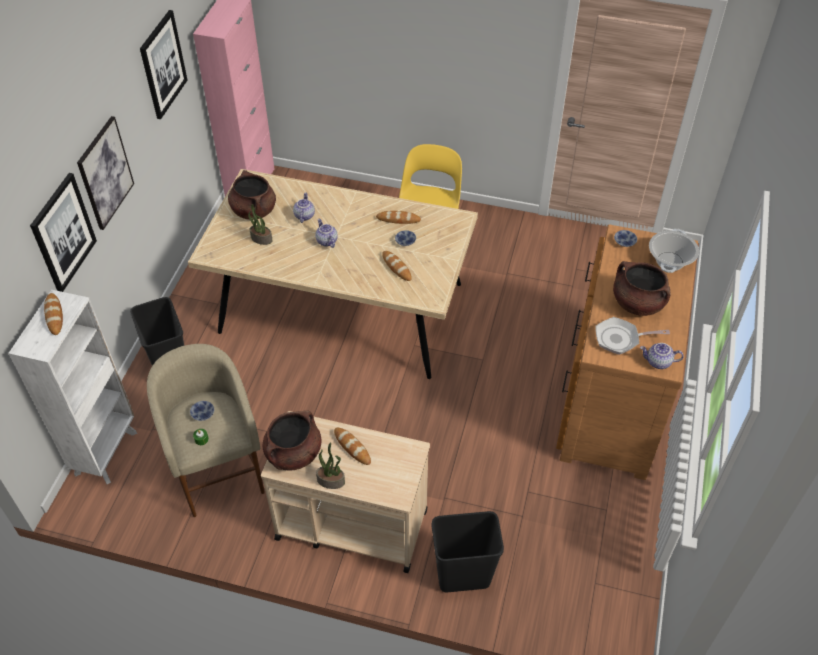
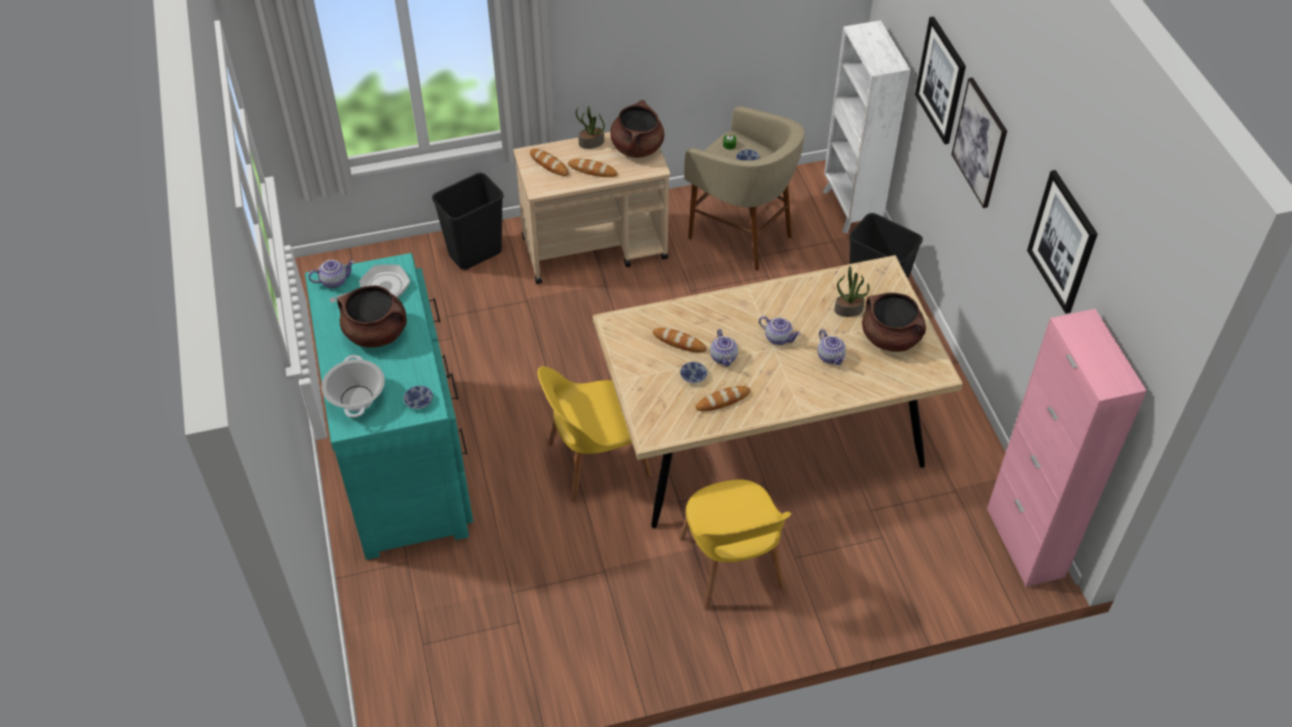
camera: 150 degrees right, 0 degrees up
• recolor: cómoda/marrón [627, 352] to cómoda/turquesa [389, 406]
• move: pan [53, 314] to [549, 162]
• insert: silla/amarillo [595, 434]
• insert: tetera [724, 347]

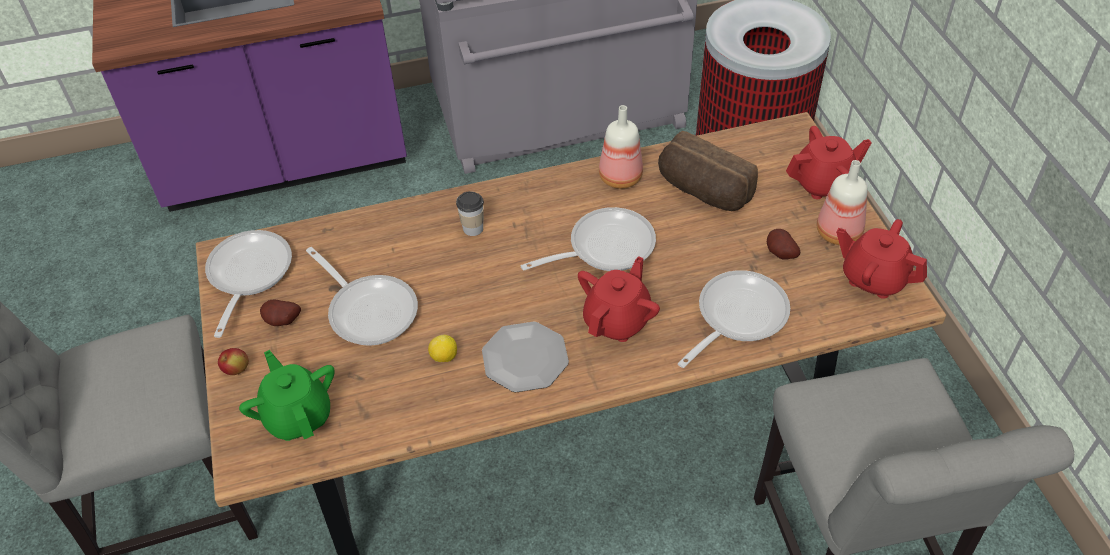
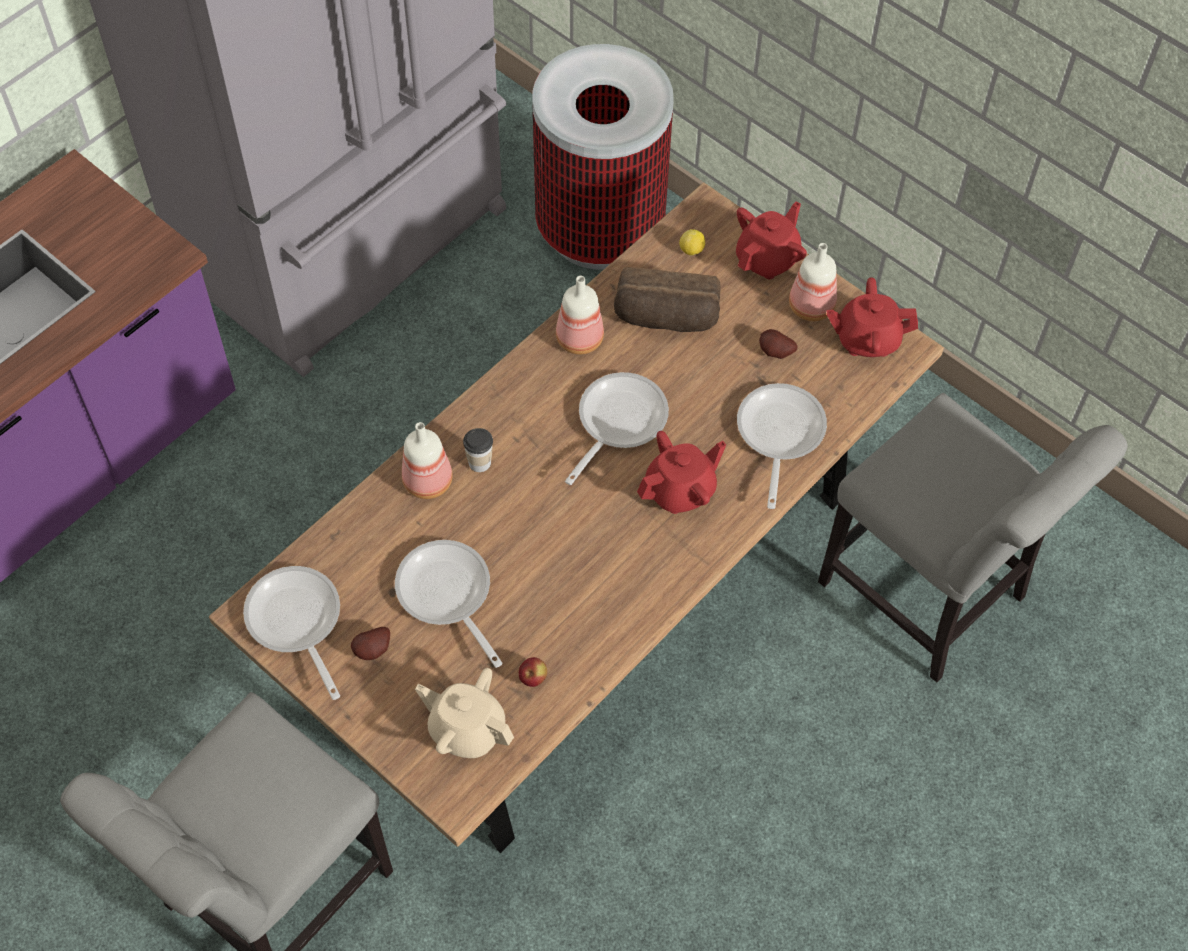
camera: 35 degrees left, 10 degrees up
• rotate: sartén [362, 296] = [449, 604] 135 degrees counterclockwise
• insert: botella [427, 460]
• recolor: tetera/verde [287, 395] to tetera/beis [464, 713]
• move: manzana [233, 361] to [533, 672]
• rotate: tetera/rojo [619, 299] = [681, 472] 60 degrees clockwise
• move: limón [442, 348] to [692, 242]
• delete: plato [525, 357]

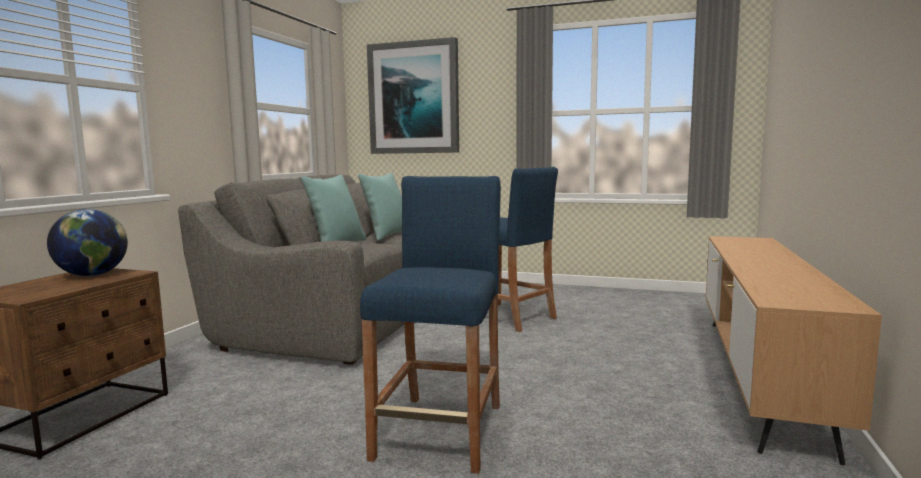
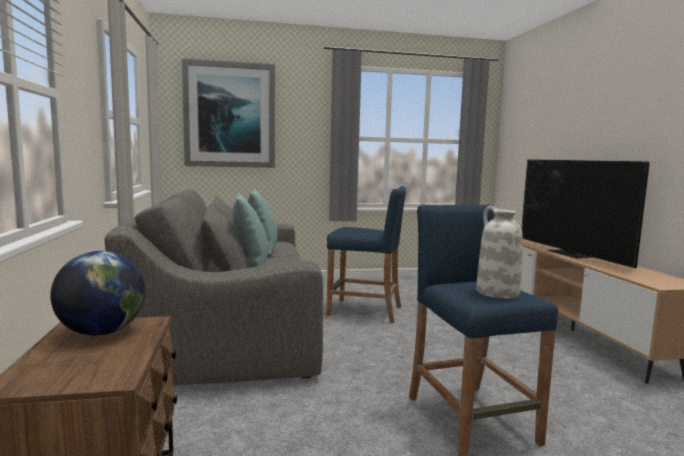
camera: 30 degrees left, 0 degrees up
• insert: florero/blanco [499, 252]
• insert: televisor [585, 213]

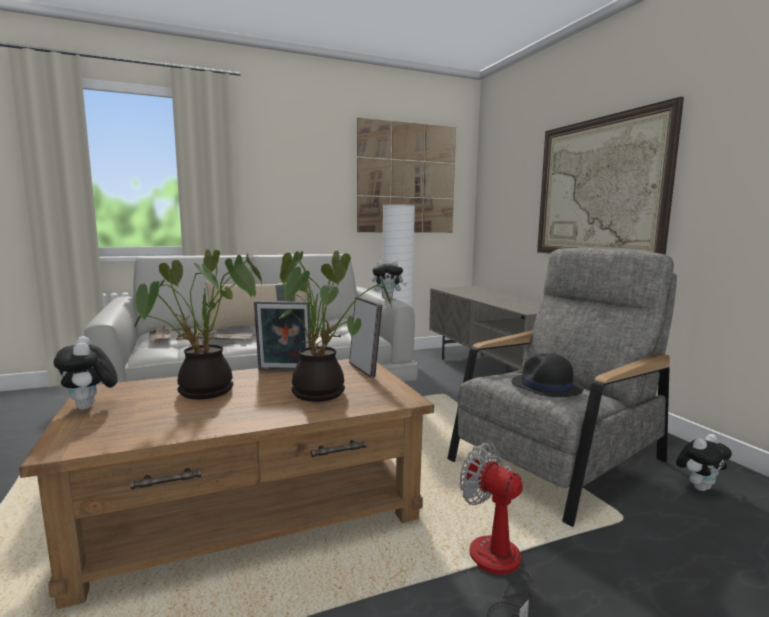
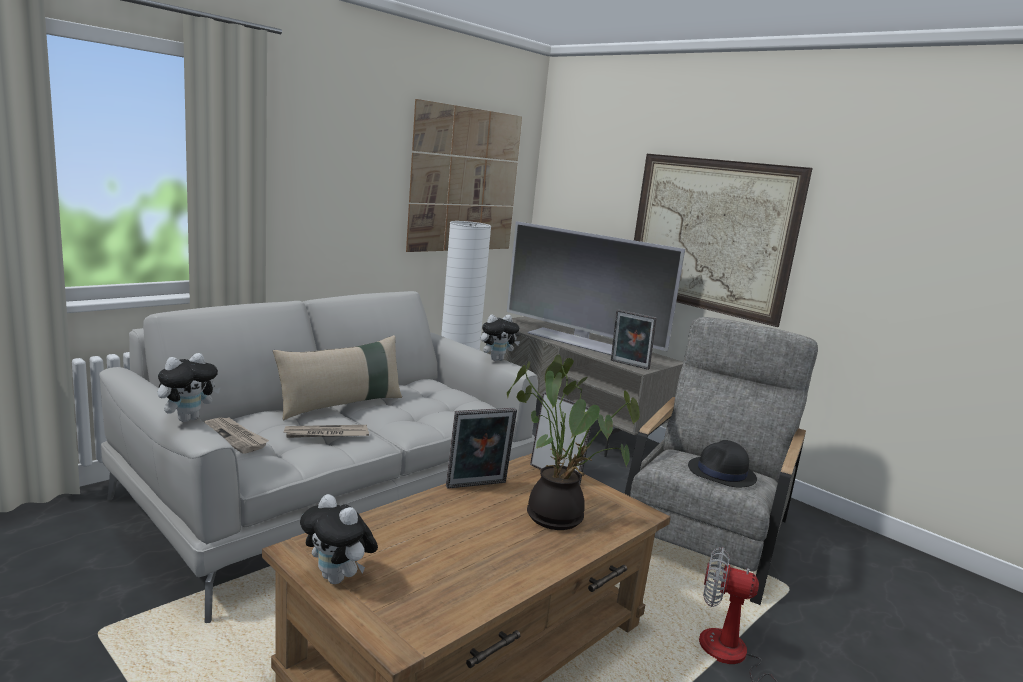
camera: 25 degrees left, 5 degrees up
• move: peluche [704, 462] to [189, 387]
• insert: televisor [596, 288]
• insert: portarretratos [634, 339]
• delete: planta en maceta [198, 324]

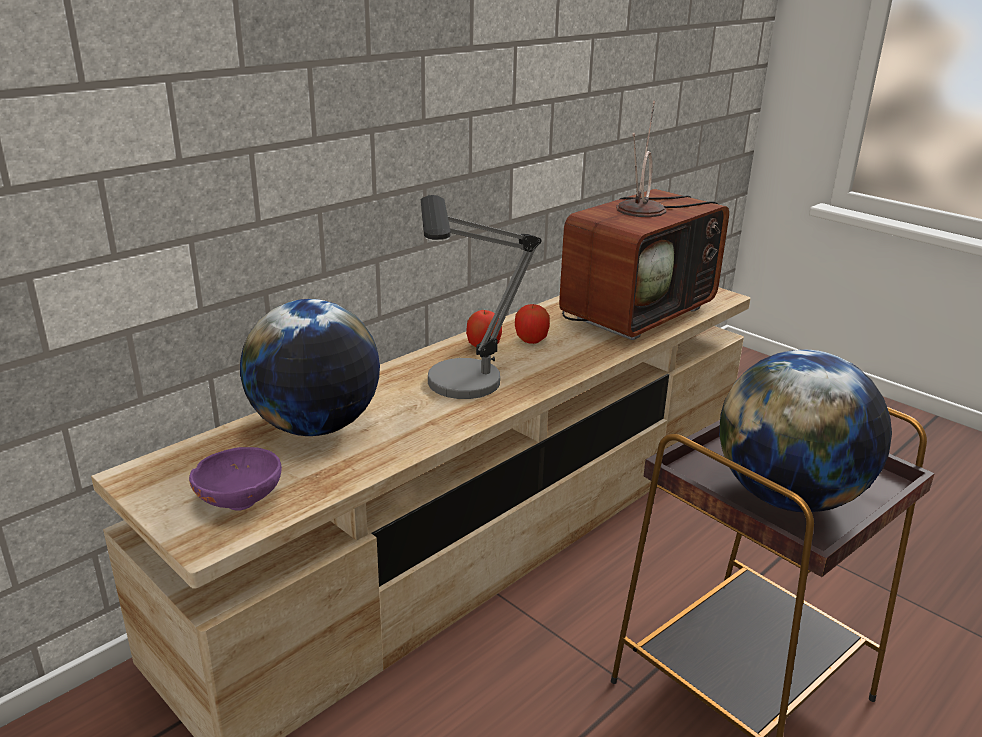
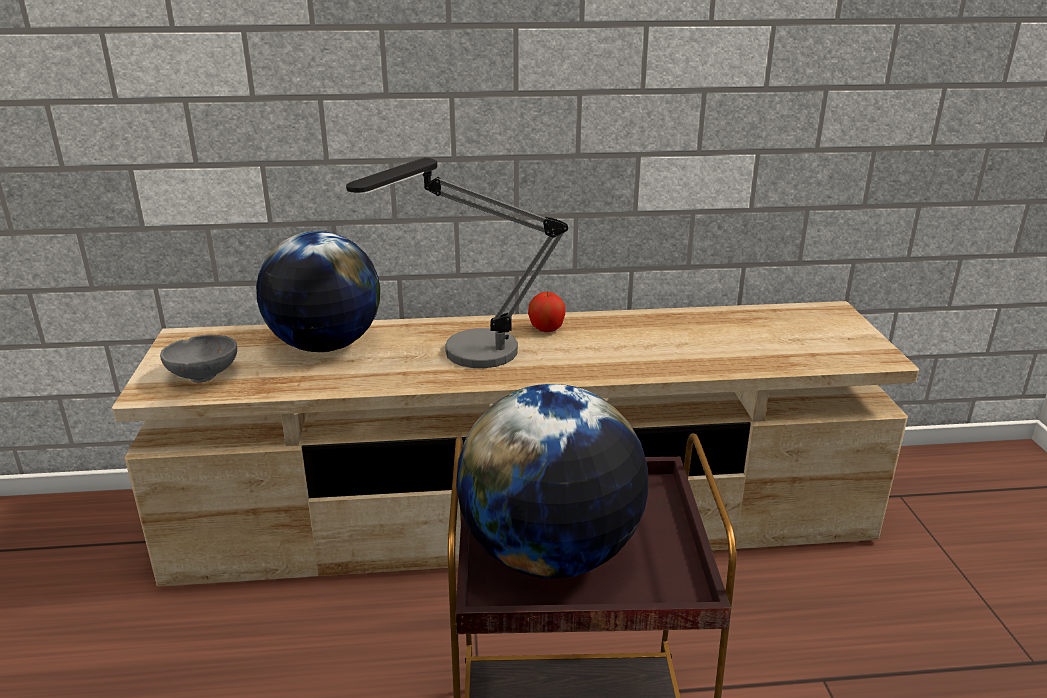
camera: 40 degrees right, 0 degrees up
• recolor: cuenco/morado [235, 479] to cuenco/gris [198, 359]
• delete: manzana [532, 324]
• delete: televisor [644, 220]

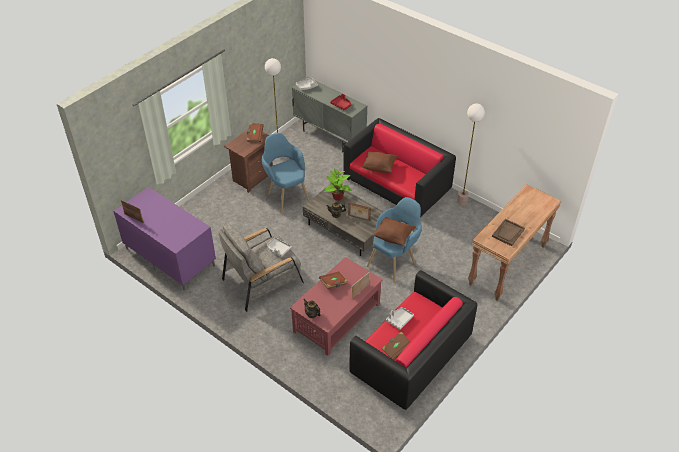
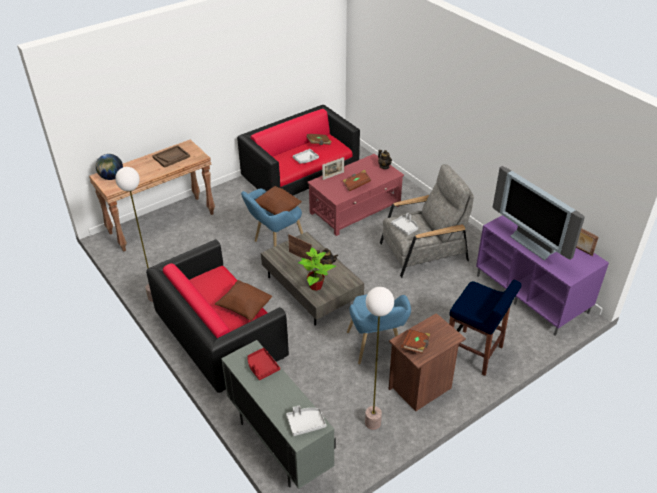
camera: 165 degrees left, 5 degrees down
• insert: globo terráqueo [109, 167]
• insert: taburete/azul [485, 328]
• insert: televisor [539, 213]

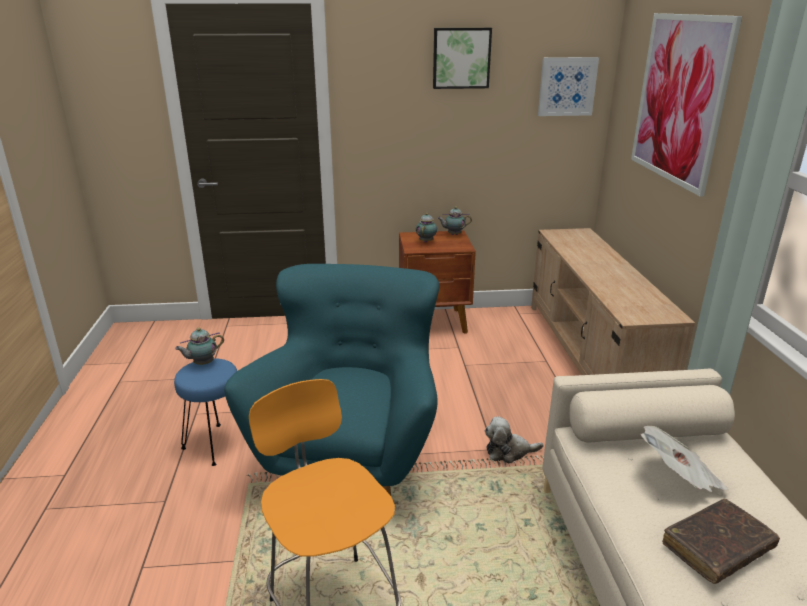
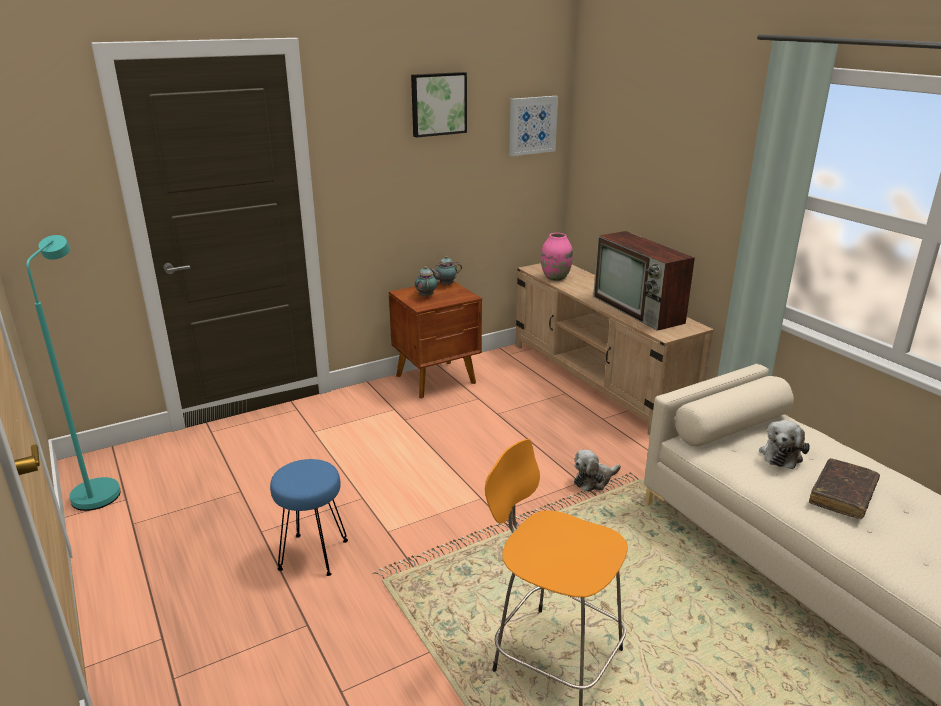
camera: 25 degrees left, 0 degrees up
• insert: lámpara de pie/turquesa [73, 373]
• insert: florero/rosa [557, 257]
• insert: televisor [644, 281]
• replace: periódico [684, 459] to peluche [784, 444]
• delete: tetera [199, 346]
• delete: sillón/turquesa [331, 380]
• delete: cuadro [686, 105]

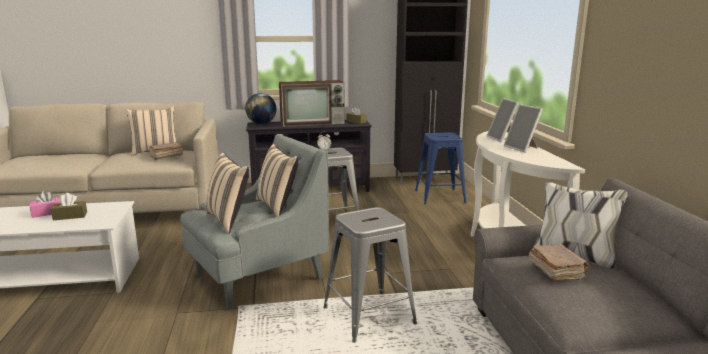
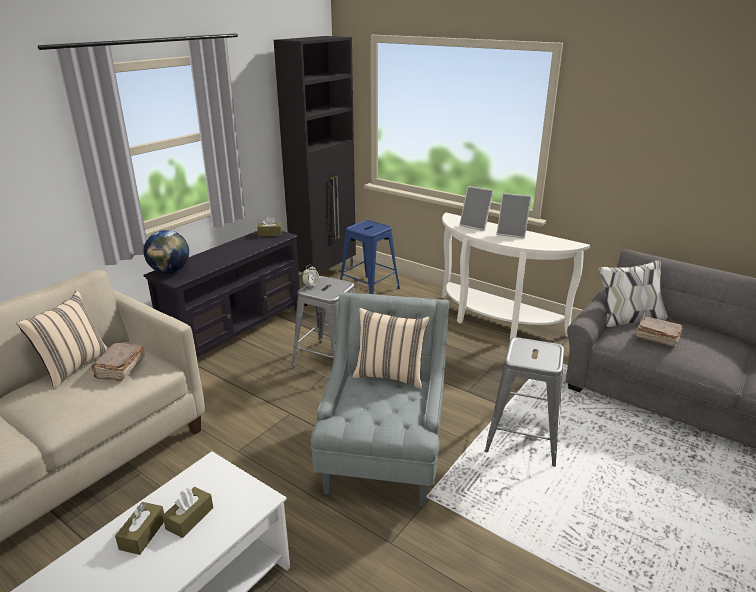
camera: 45 degrees left, 10 degrees up
• recolor: caja de pañuelos/rosa [45, 204] to caja de pañuelos/marrón [139, 528]
• delete: cojín/beis [227, 193]
• delete: televisor [312, 103]

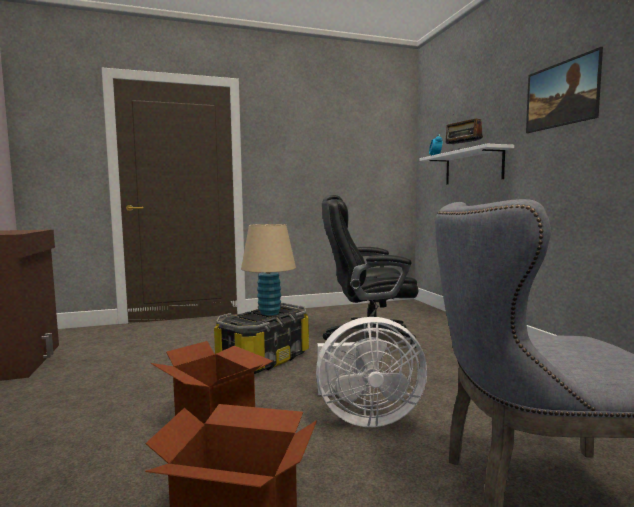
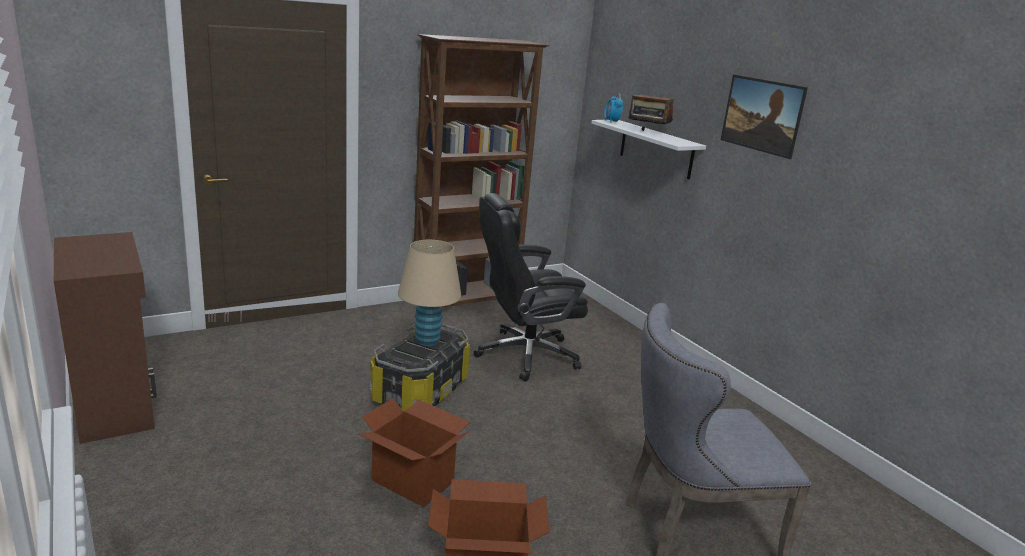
camera: 15 degrees left, 15 degrees up
• insert: estantería/marrón [481, 170]
• delete: ventilador/blanco [371, 372]

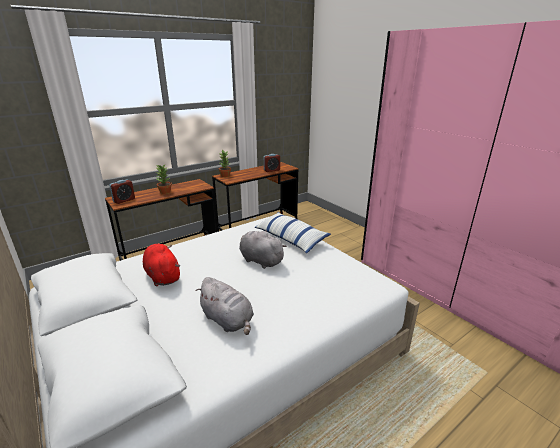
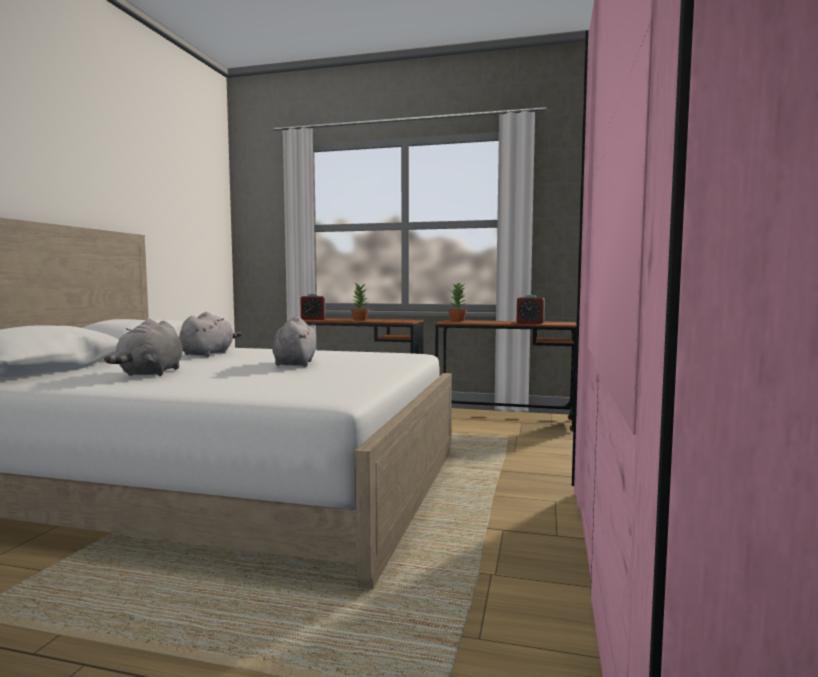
camera: 50 degrees right, 20 degrees down
• recolor: peluche/rojo [162, 265] to peluche/gris [210, 334]
• delete: cojín [293, 232]

